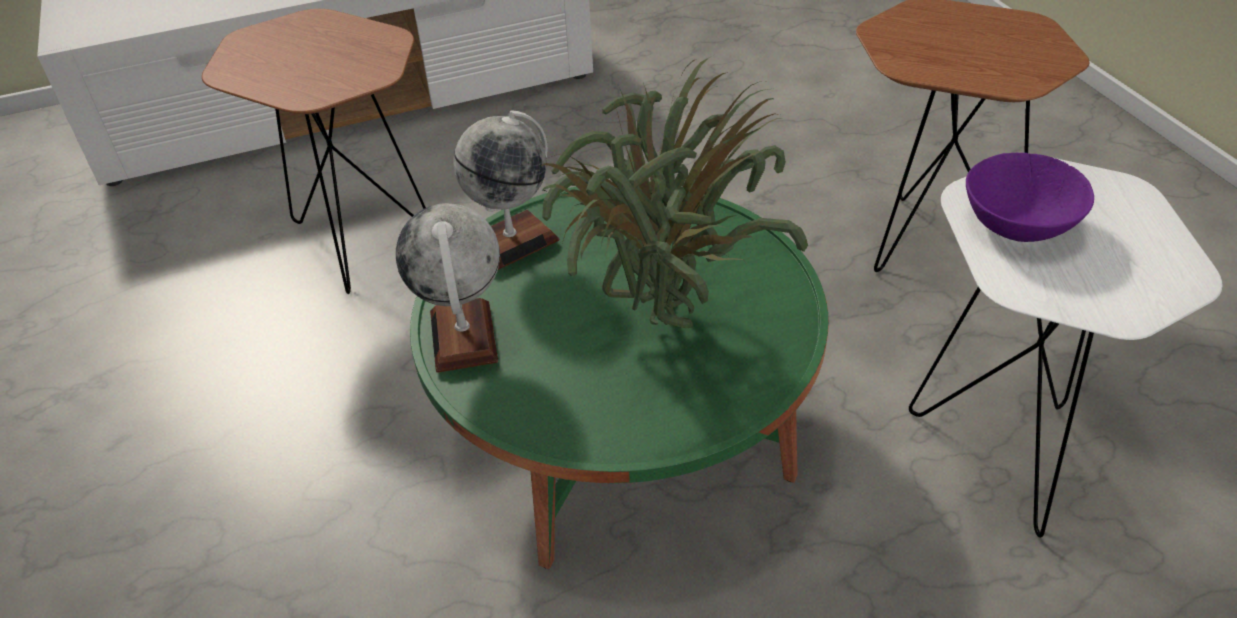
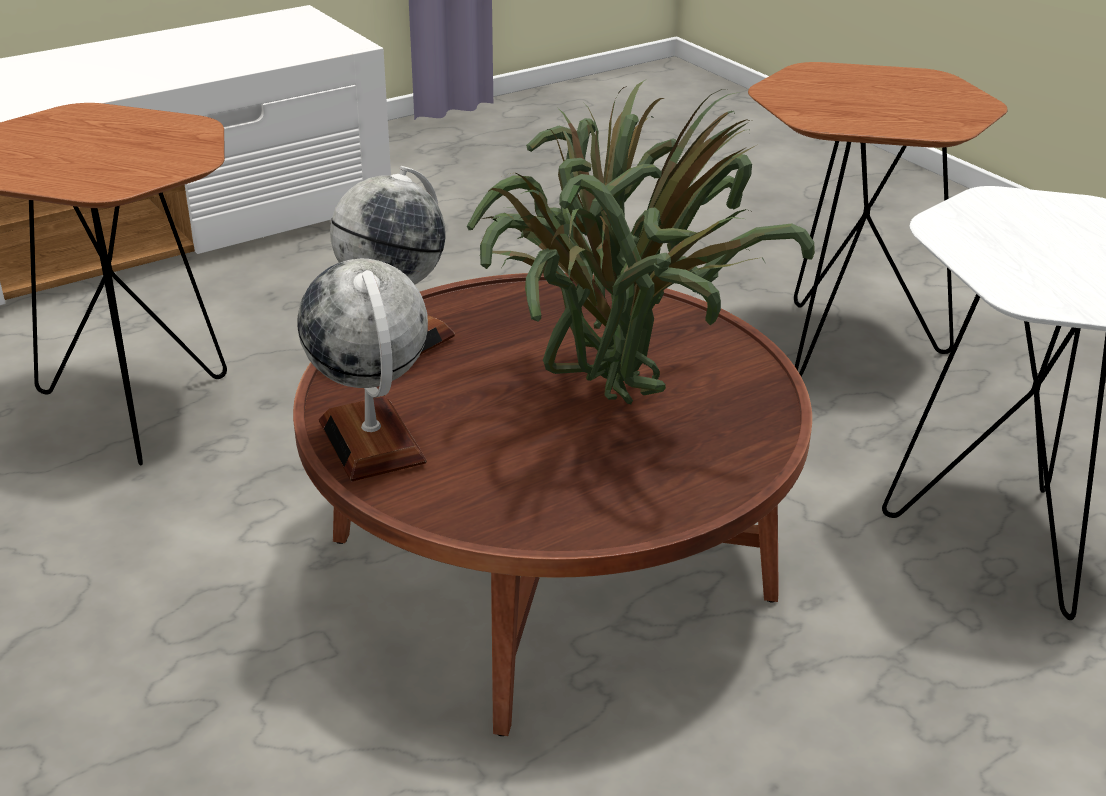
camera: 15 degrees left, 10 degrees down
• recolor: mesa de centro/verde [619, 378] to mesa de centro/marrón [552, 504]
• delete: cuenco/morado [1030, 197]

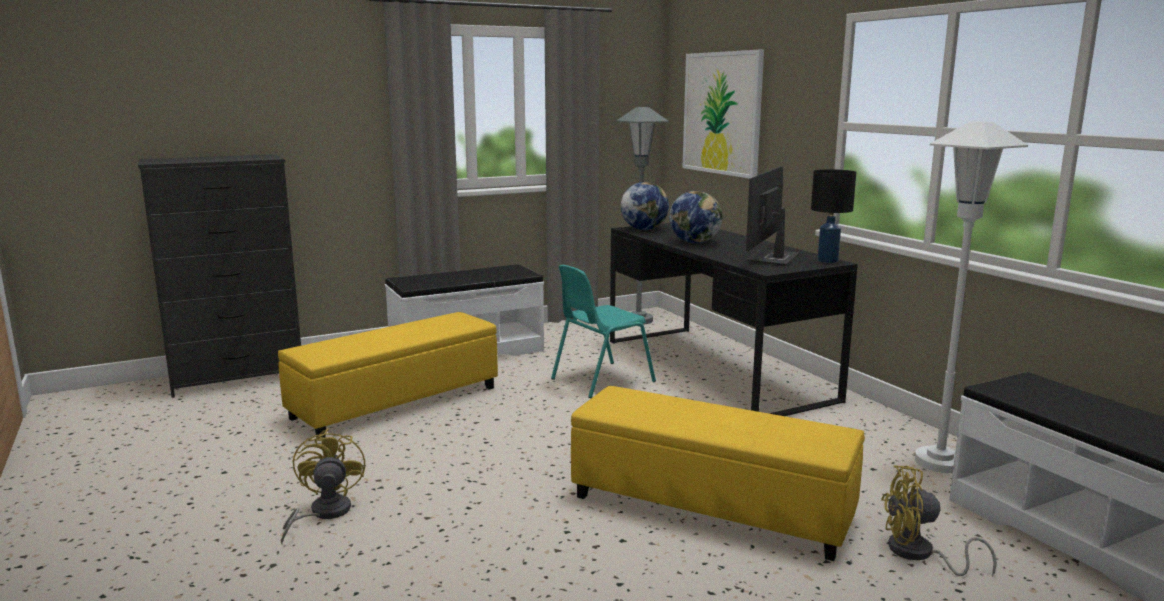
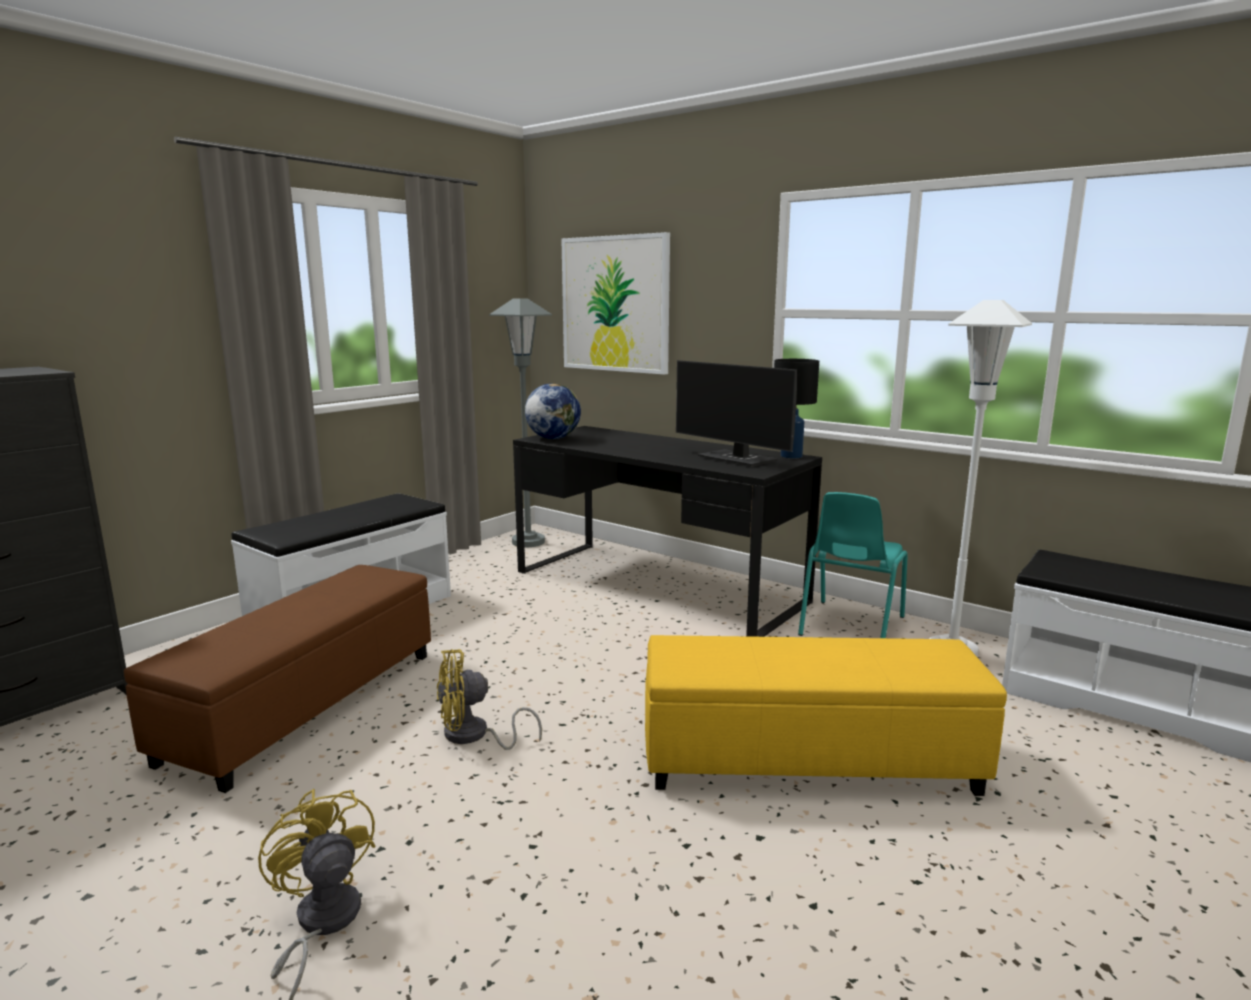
camera: 25 degrees left, 0 degrees up
• recolor: puf/amarillo [388, 375] to puf/marrón [277, 679]
• move: ventilador/amarillo [939, 520] to [489, 699]
• rotate: monitor [772, 216] = [736, 413] 45 degrees counterclockwise
• move: silla/turquesa [603, 331] to [853, 565]
• delete: globo terráqueo [696, 217]

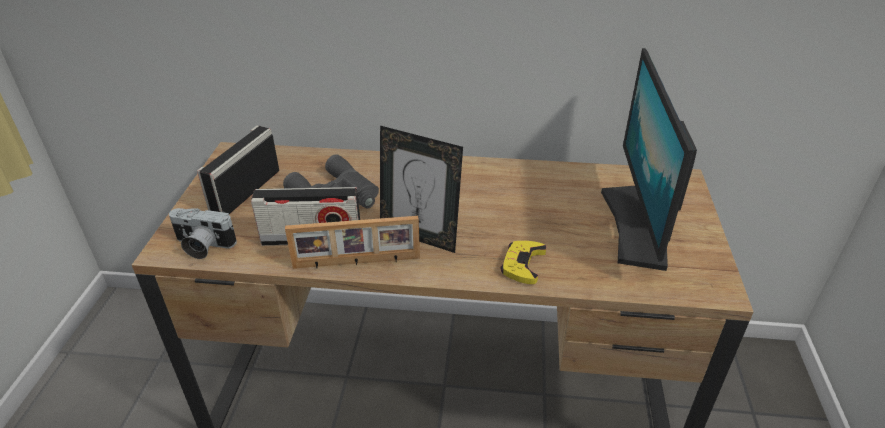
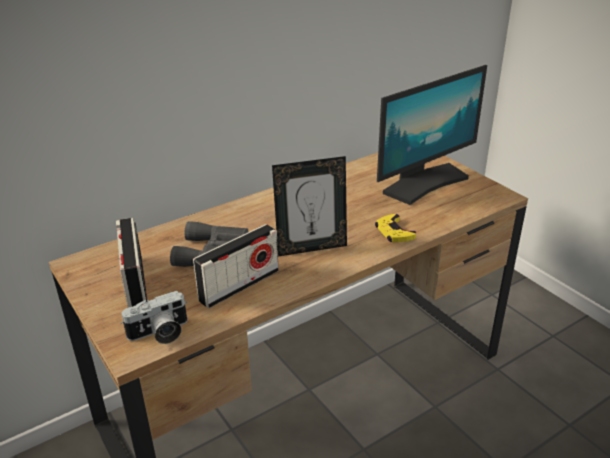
camera: 40 degrees left, 5 degrees down
• rotate: monitor [649, 159] = [432, 135] 90 degrees counterclockwise
• delete: portarretratos [352, 242]

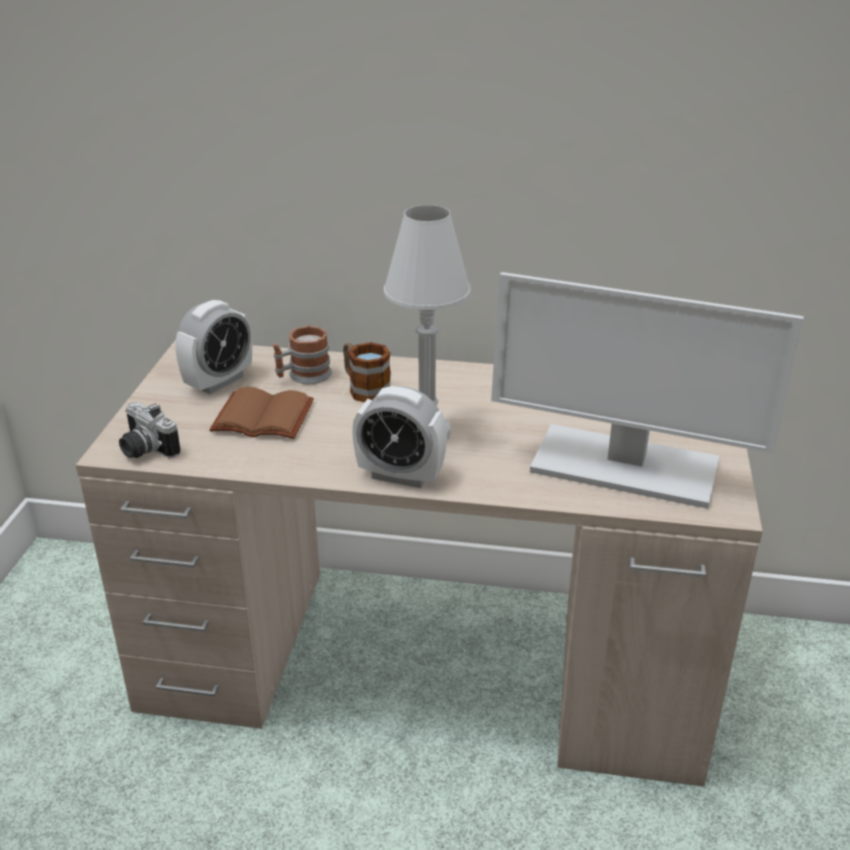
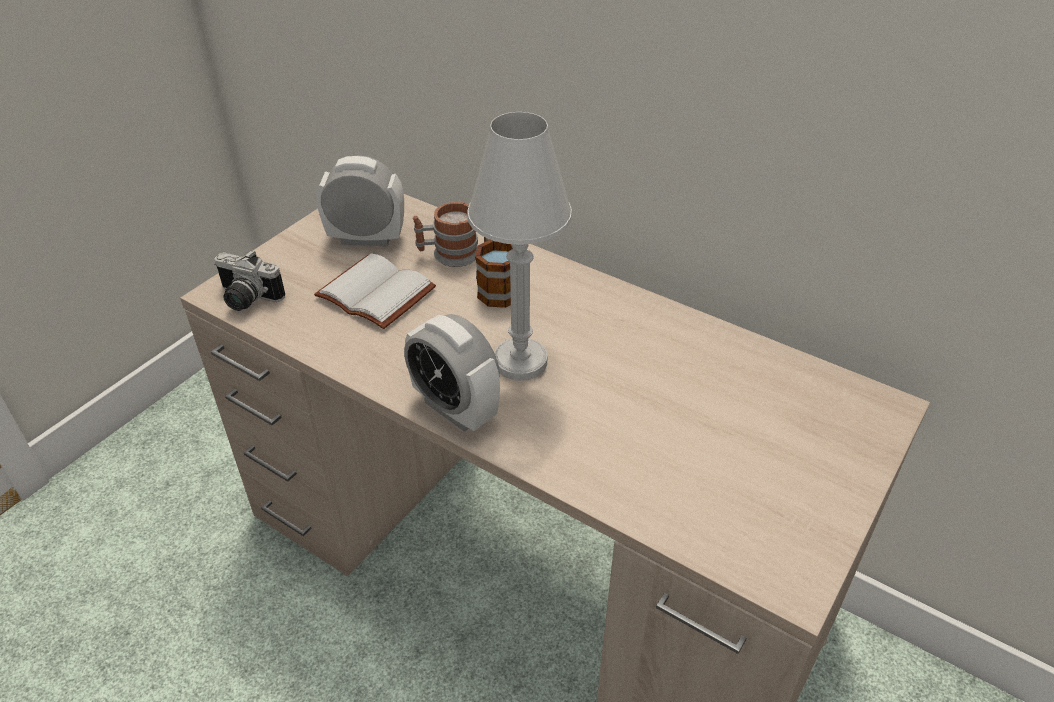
camera: 25 degrees right, 10 degrees up
• rotate: cámara [149, 430] = [249, 280] 45 degrees counterclockwise
• recolor: libro/marrón [261, 413] to libro/blanco [375, 291]
• rotate: despertador [213, 347] = [360, 200] 150 degrees counterclockwise
• delete: monitor [647, 390]

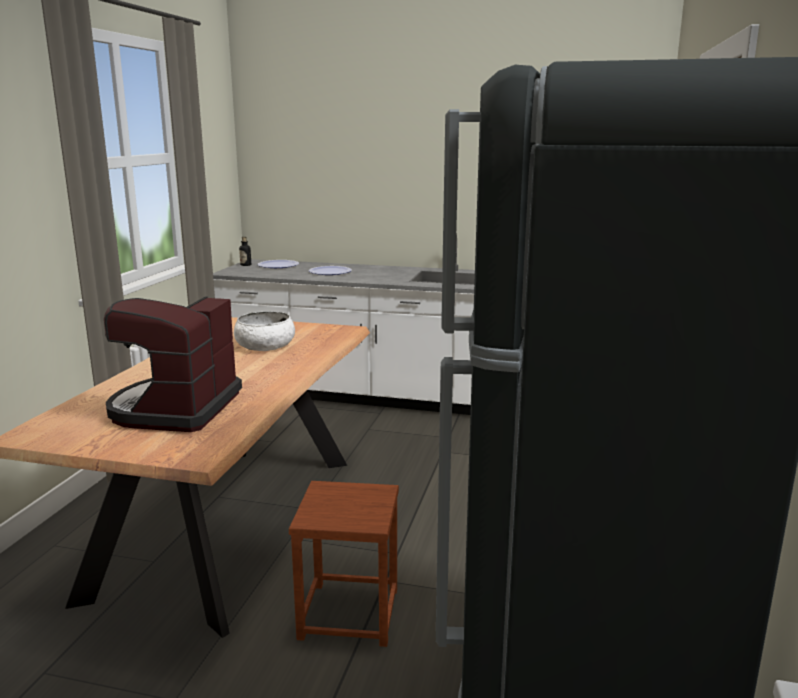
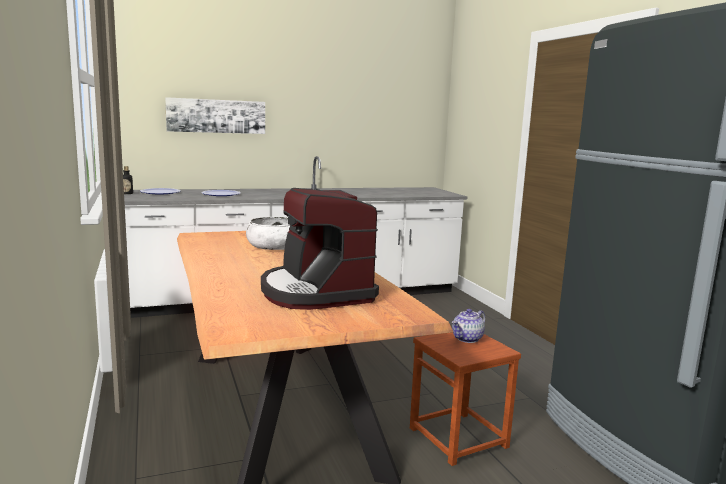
camera: 35 degrees left, 5 degrees down
• insert: cuadro [215, 115]
• insert: tetera [468, 326]

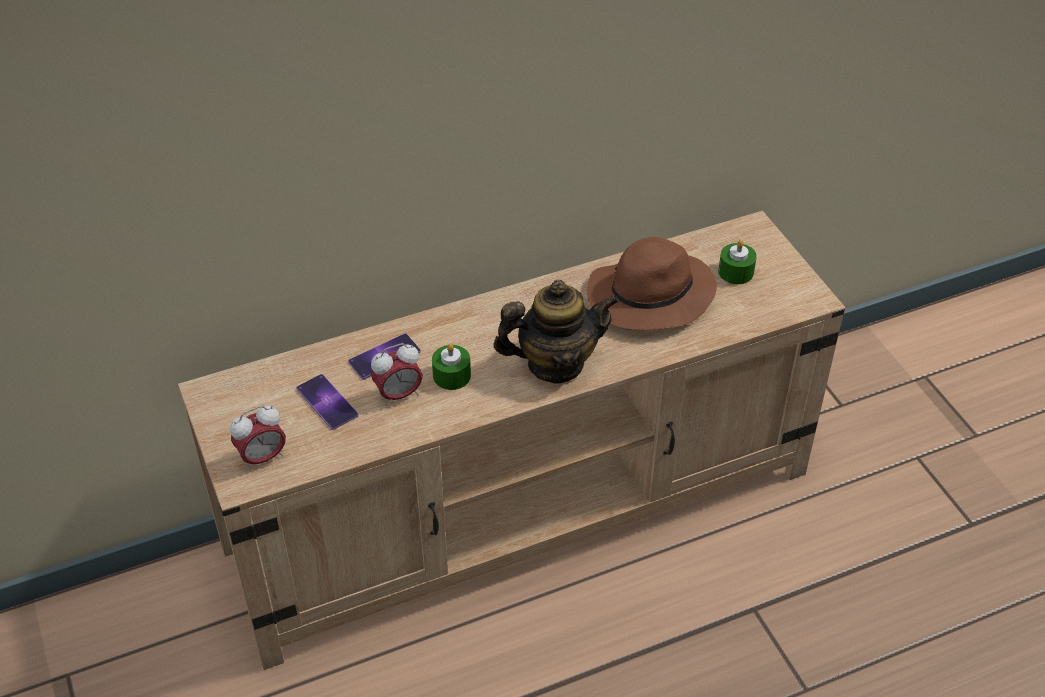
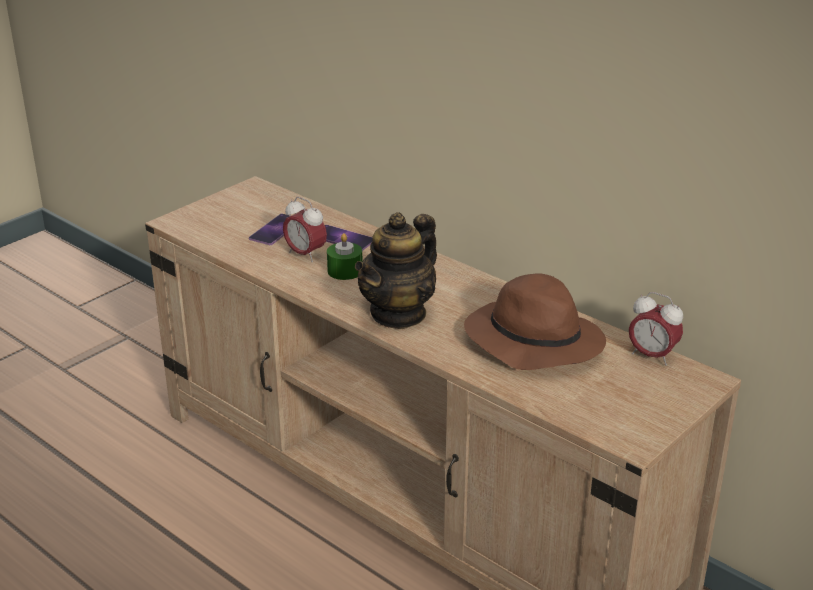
camera: 65 degrees right, 15 degrees down
• rotate: tetera [556, 332] = [396, 270] 75 degrees clockwise
• move: despertador [258, 438] to [656, 329]
• delete: vela/verde [737, 262]

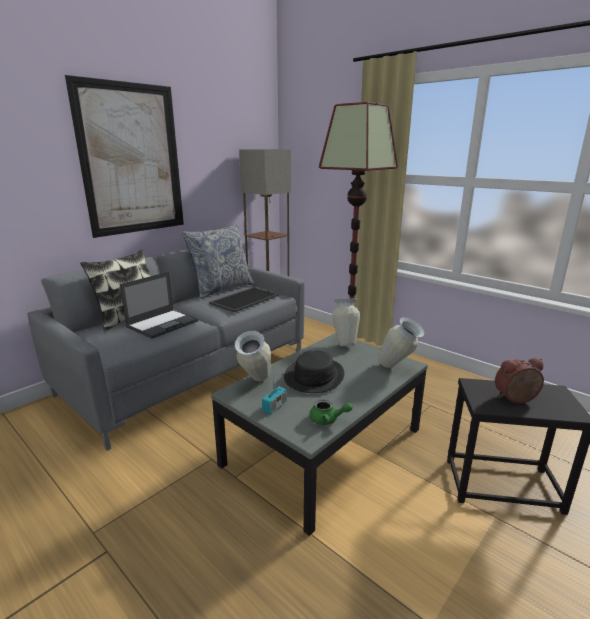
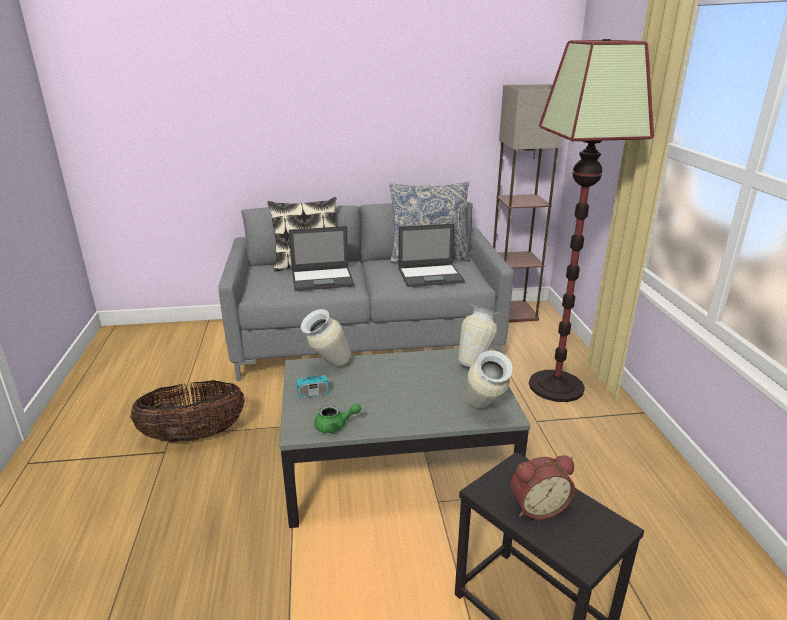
camera: 40 degrees right, 5 degrees up
• insert: cesta [187, 411]
• rotate: tetera/verde [331, 412] = [337, 418] 60 degrees counterclockwise
• replace: bandeja [244, 300] to portátil [431, 255]
• rotate: despertador [519, 381] = [542, 488] 135 degrees clockwise
• delete: cuadro [124, 156]
• delete: sombrero/negro [314, 371]

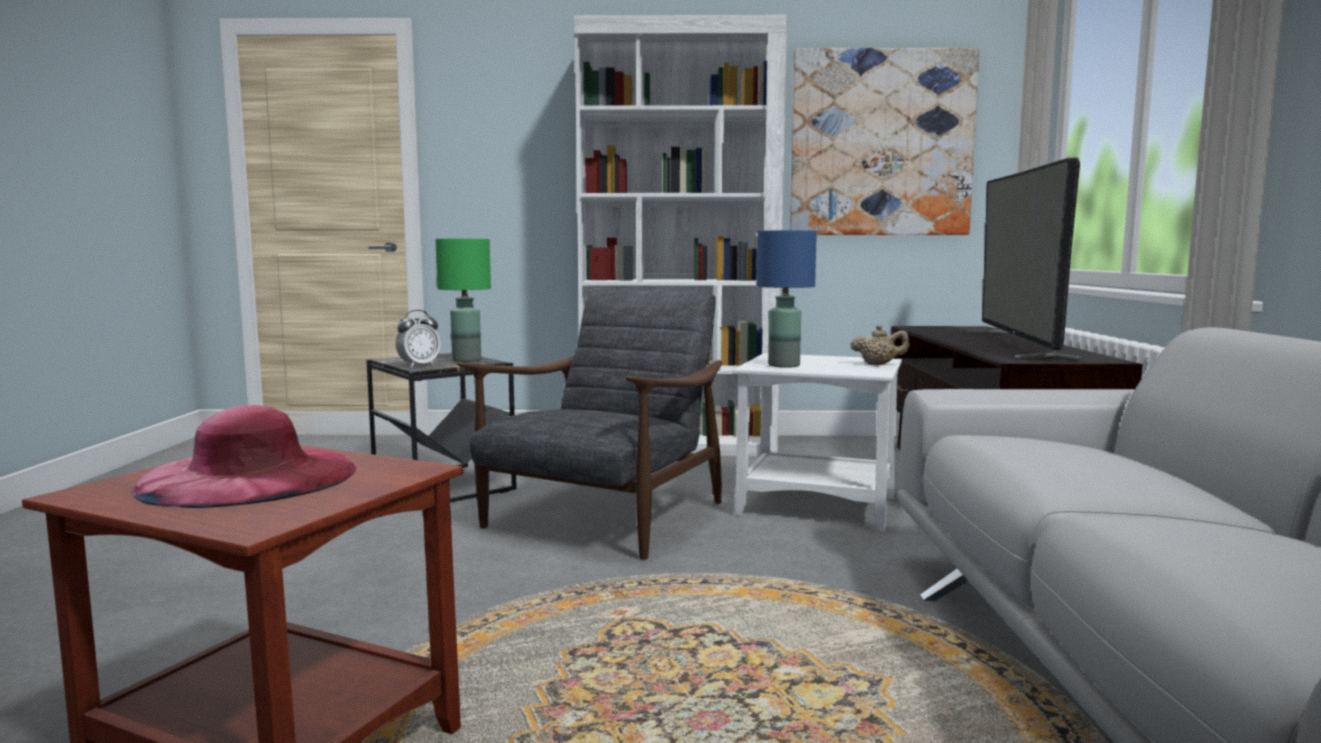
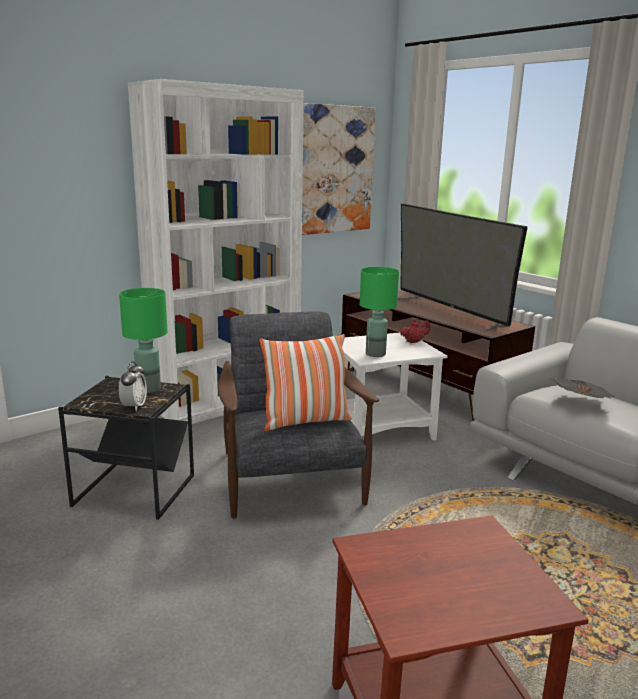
camera: 40 degrees left, 10 degrees up
• insert: cojín [305, 382]
• recolor: lámpara de mesa/azul [787, 299] to lámpara de mesa/verde [379, 312]
• recolor: tetera/beis [880, 345] to tetera/rojo [415, 331]
• insert: periódico [582, 388]
• delete: sombrero/rosa [244, 456]

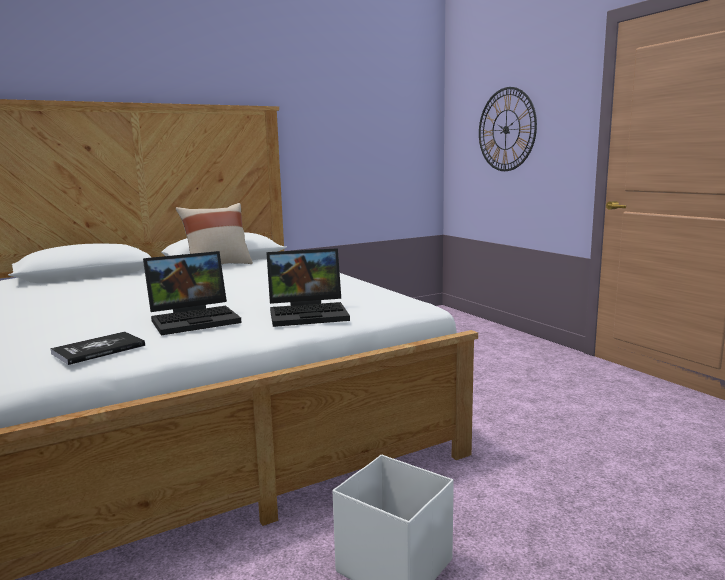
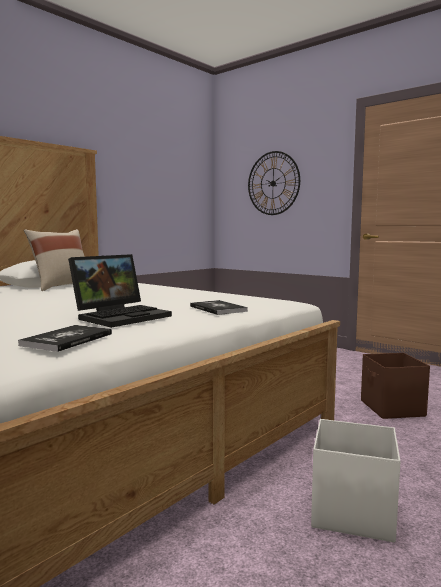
camera: 20 degrees left, 5 degrees down
• replace: portátil [308, 287] to libro [219, 307]
• insert: caja de almacenaje/marrón [395, 386]

